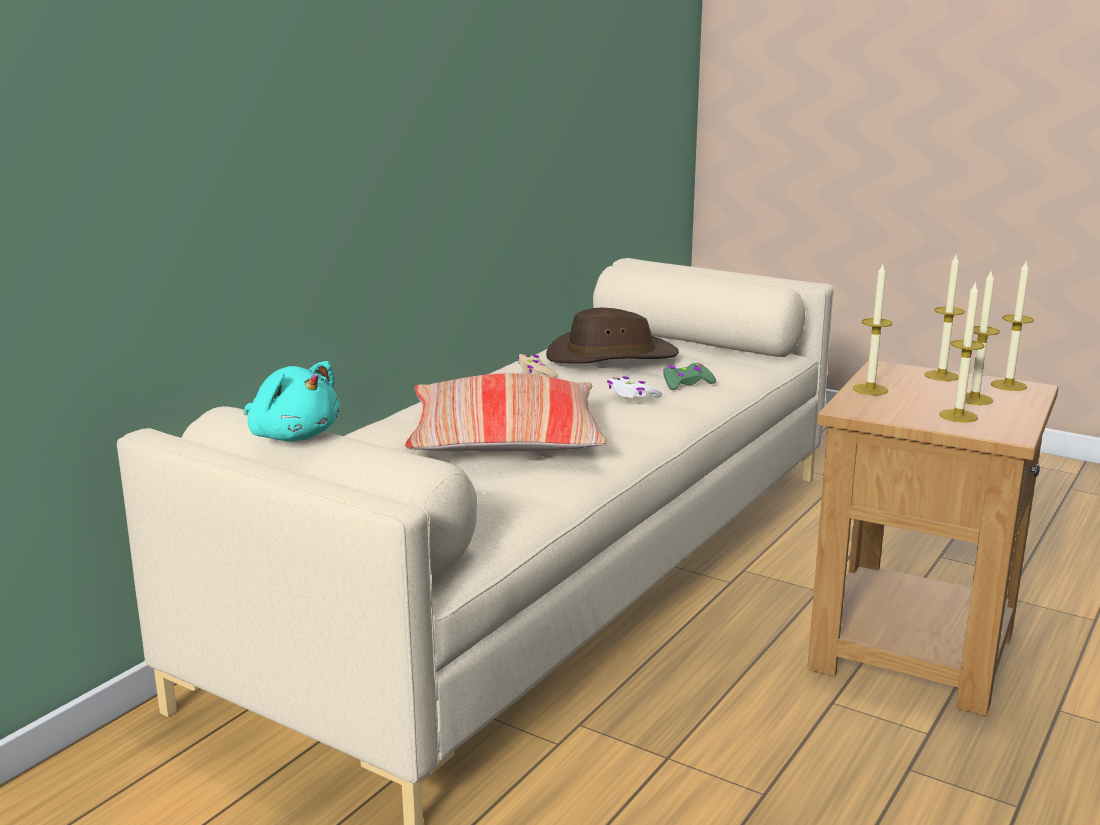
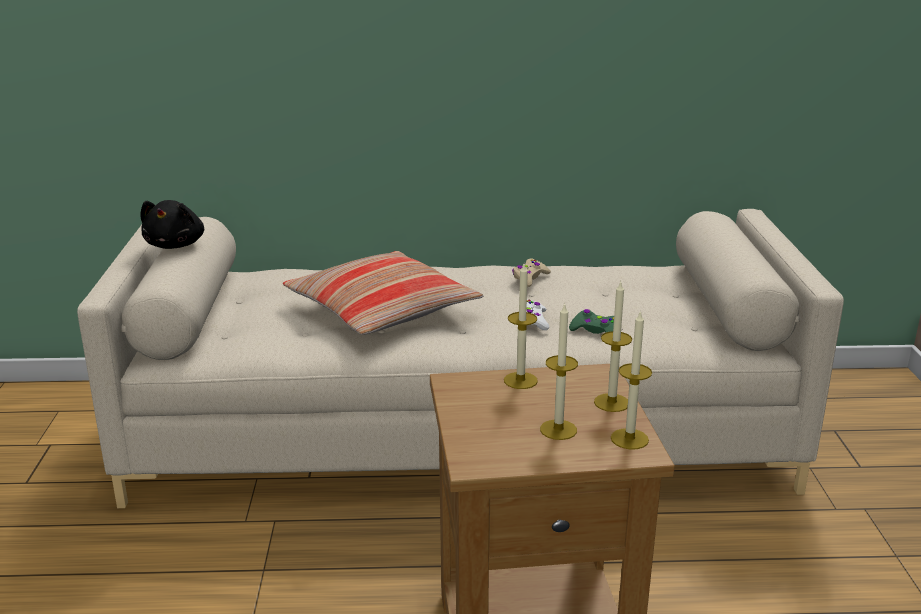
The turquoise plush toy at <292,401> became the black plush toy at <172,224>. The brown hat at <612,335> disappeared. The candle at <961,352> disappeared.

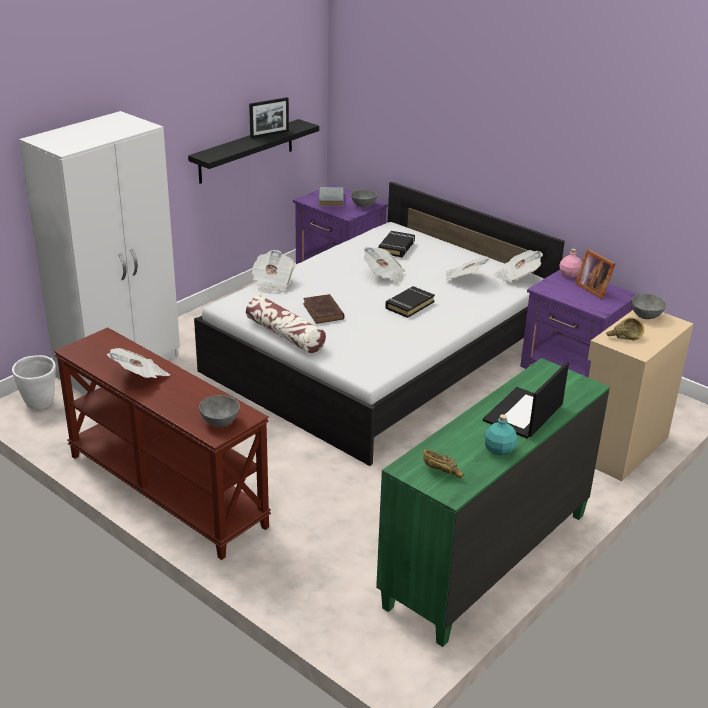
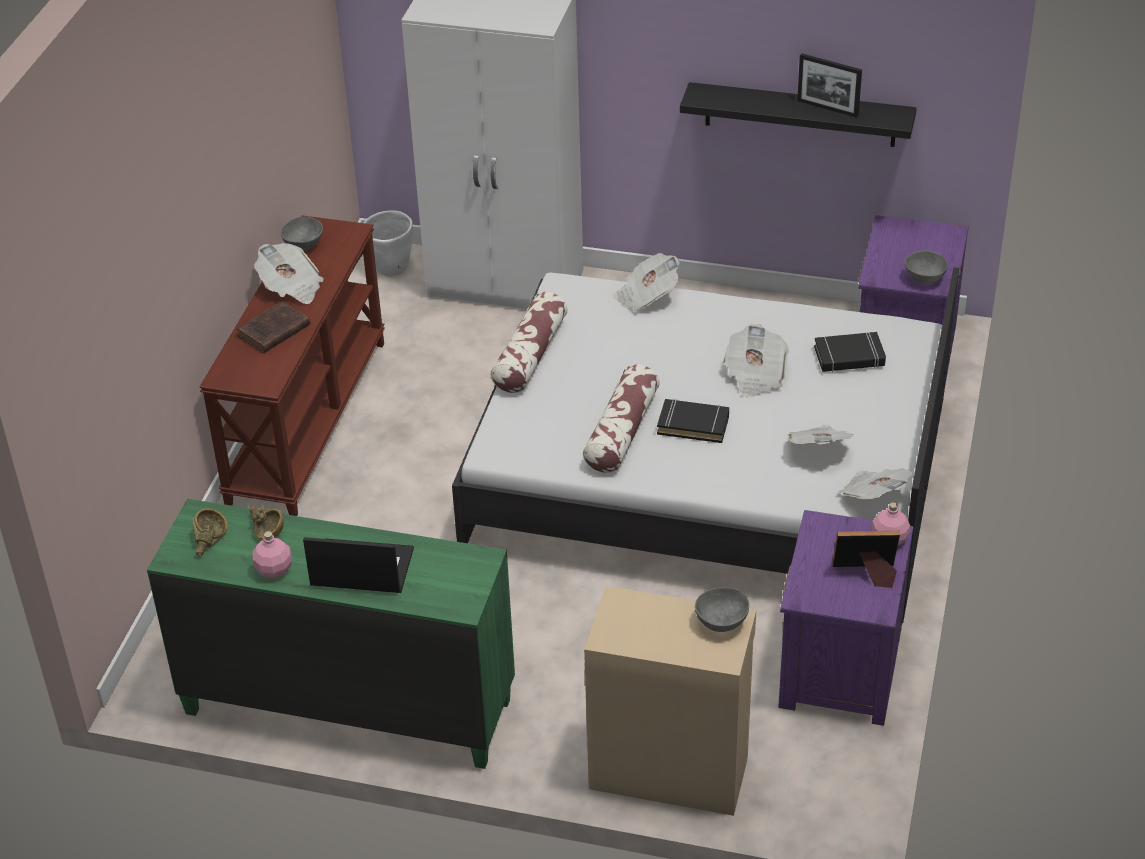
The brown book moved from <324,309> to <273,327>. The brown bowl moved from <625,328> to <267,523>. The turquoise bottle at <500,435> became the pink bottle at <272,554>. The grey bowl moved from <219,411> to <302,233>. The pillow at <621,418> appeared. The picture frame at <595,274> turned 60 degrees clockwise. The grey book at <331,196> disappeared.

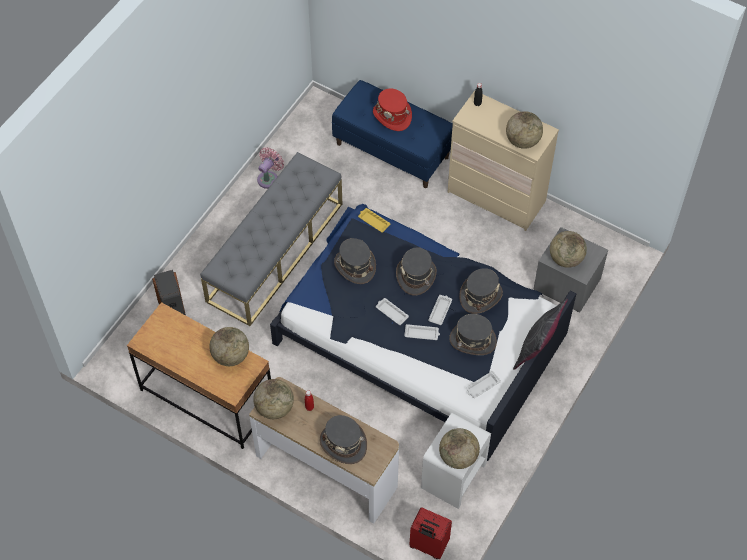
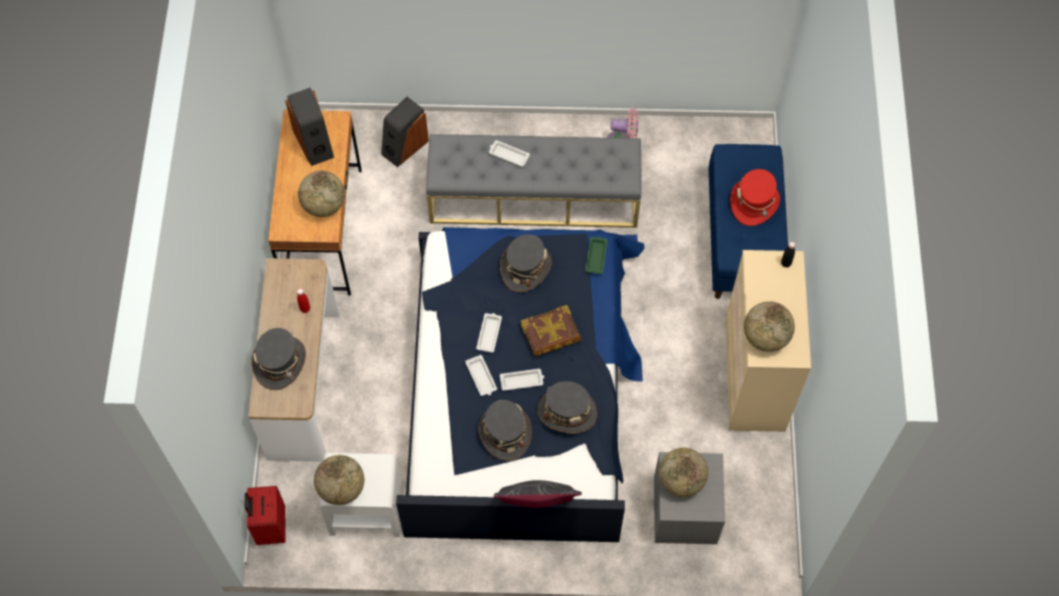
The speaker at <309,127> appeared. The white tray moved from <483,384> to <509,153>. The grey hat at <416,271> was replaced by the book at <551,330>. The yellow tray at <374,220> became the green tray at <596,255>. The globe at <273,399> disappeared.

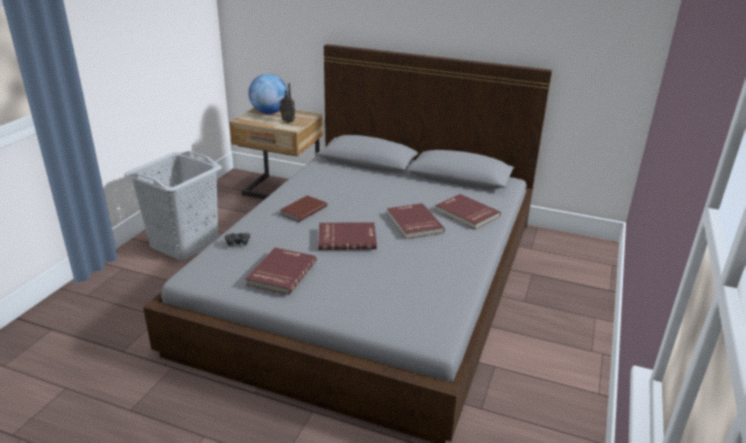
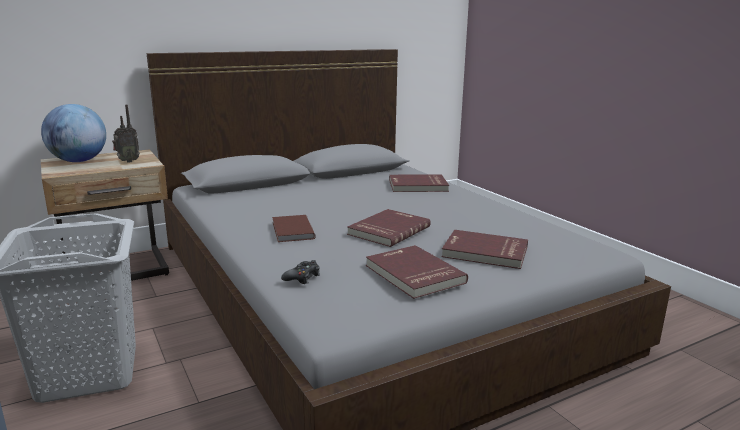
The red book moved from <416,221> to <484,249>.

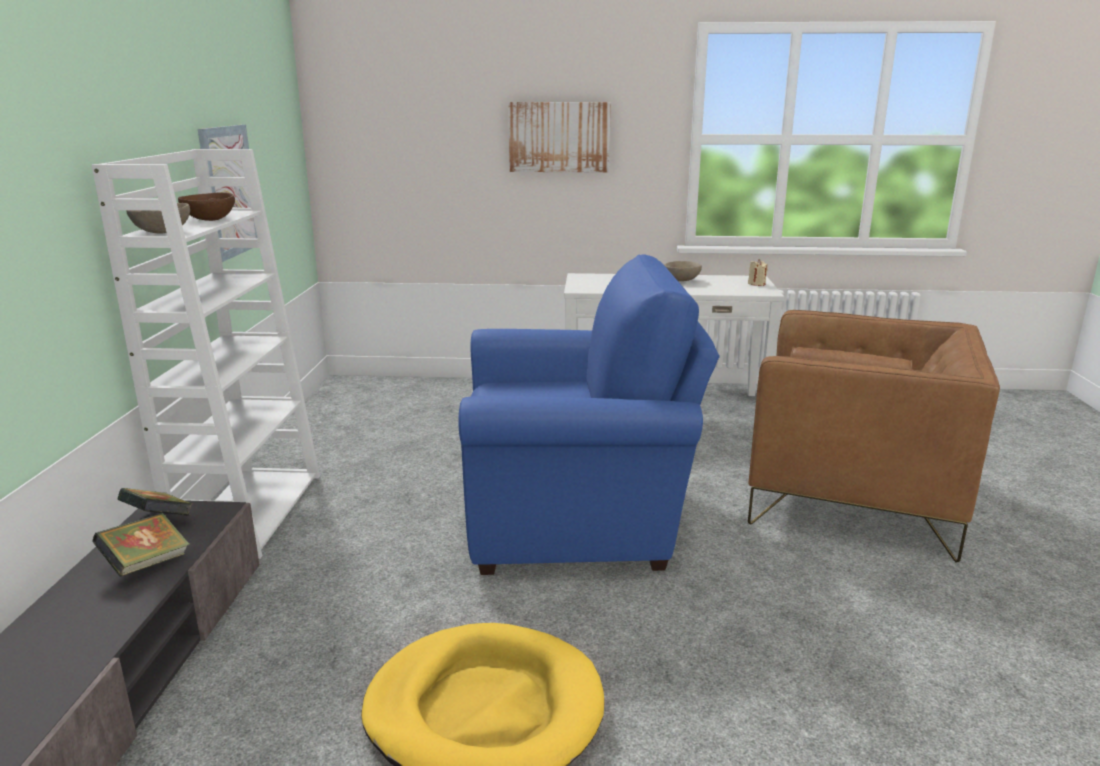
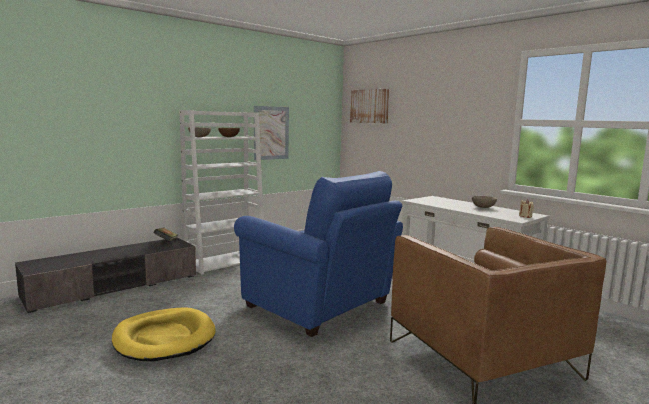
The picture moved from <560,137> to <369,106>. The book at <141,545> disappeared.

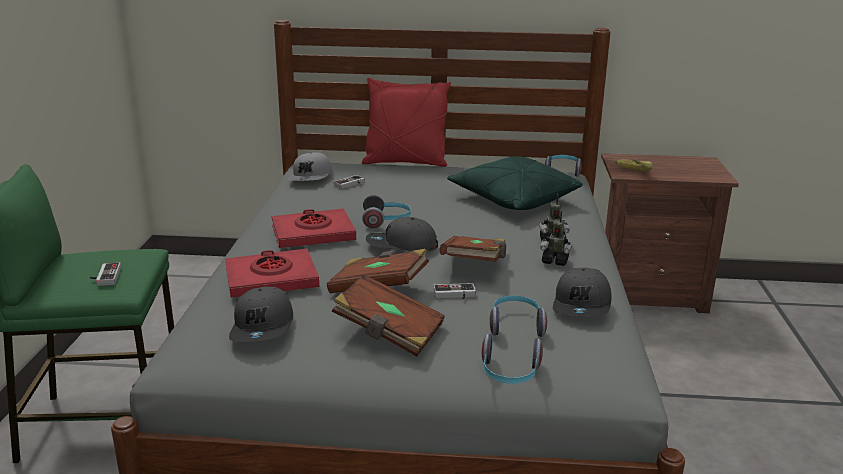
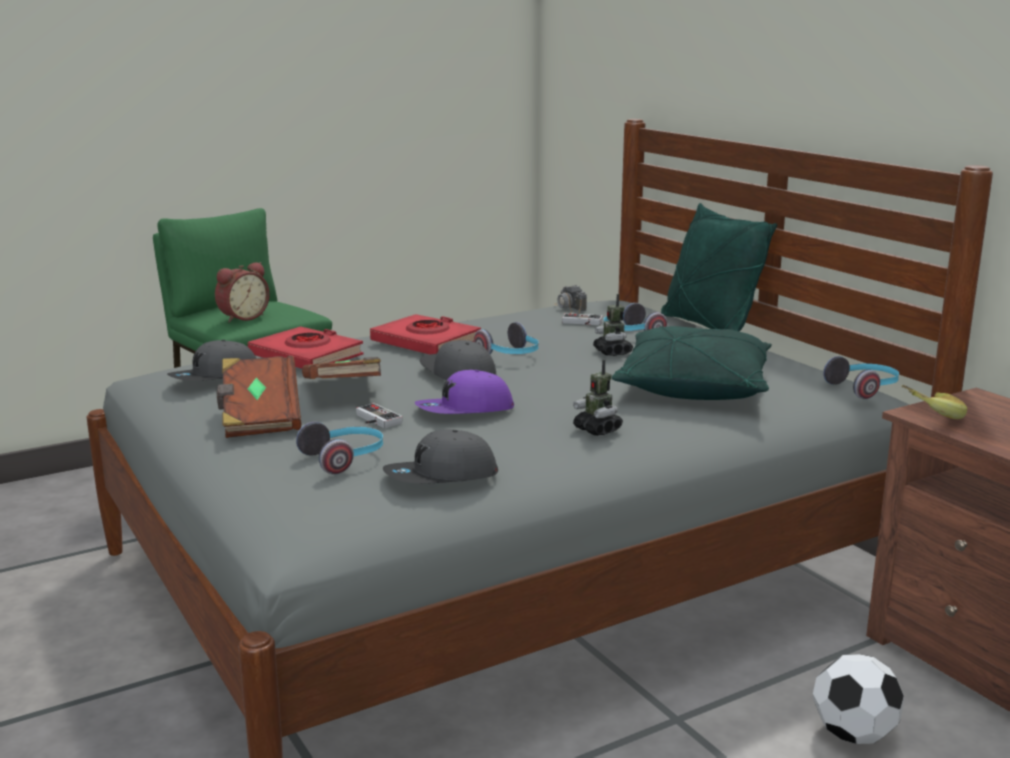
The game controller at <105,274> was replaced by the alarm clock at <242,292>. The brown book at <473,249> was replaced by the purple cap at <464,392>. The grey cap at <309,166> was replaced by the photo camera at <570,299>. The toy robot moved from <556,238> to <613,325>. The headphones moved from <512,358> to <635,317>. The red pillow at <406,122> became the green pillow at <719,267>. The football at <858,699> appeared.

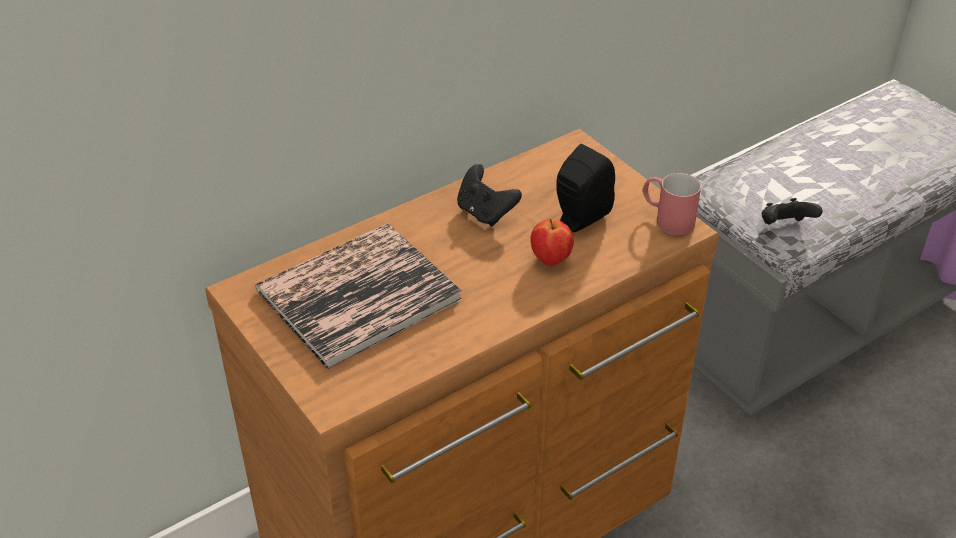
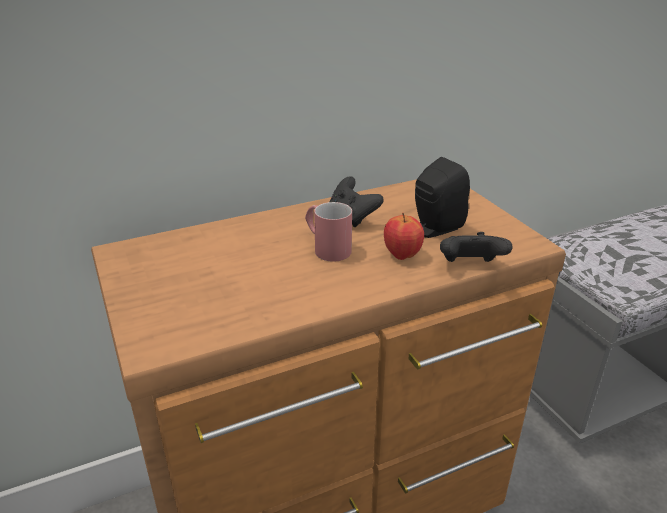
The red mug moved from <671,204> to <328,232>. The black game controller moved from <792,211> to <476,247>. The book at <359,296> disappeared.

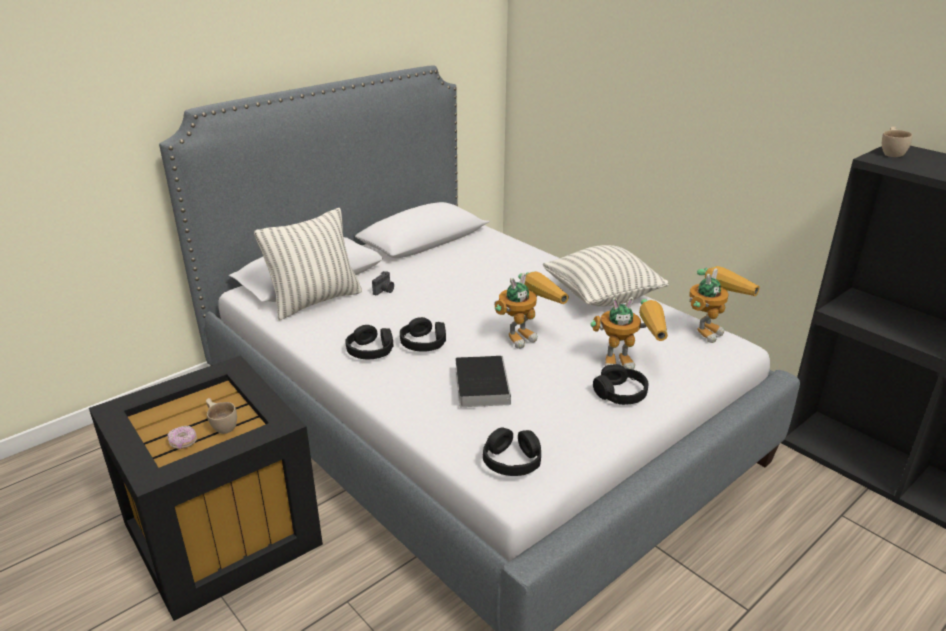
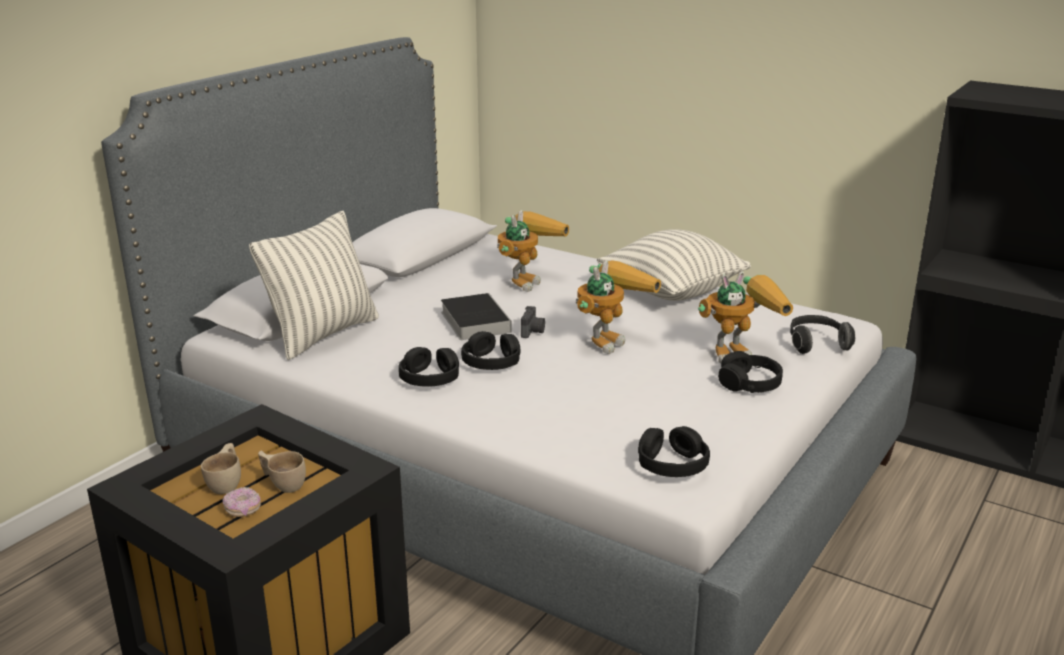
The beige cup moved from <897,141> to <221,468>. The book moved from <483,381> to <476,316>. The toy robot moved from <724,304> to <533,251>. The photo camera moved from <383,283> to <533,322>. The headphones at <822,334> appeared.

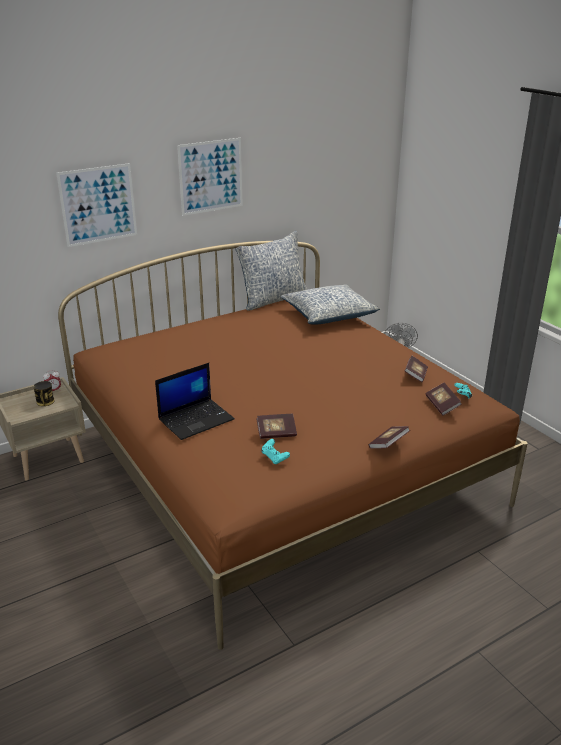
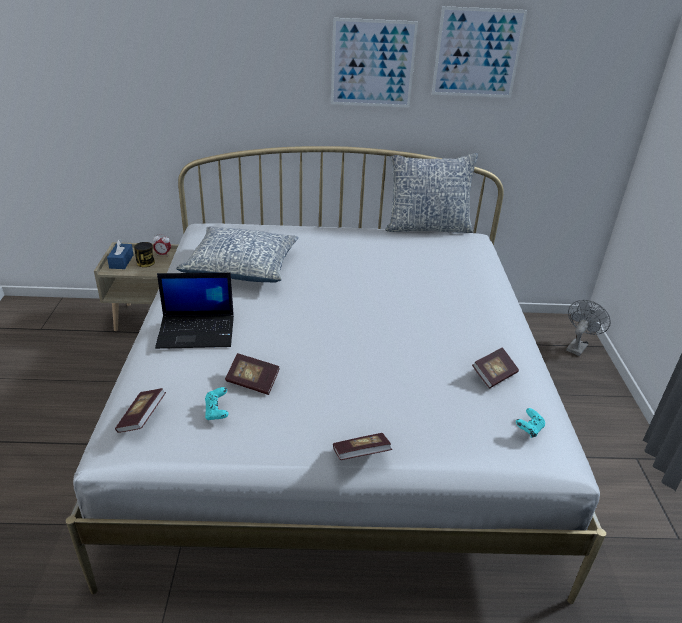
The brown bed at <293,445> became the white bed at <336,375>. The blue tissue box at <120,254> appeared. The book moved from <444,399> to <140,410>. The pillow moved from <330,304> to <237,254>. The picture moved from <96,205> to <480,52>.

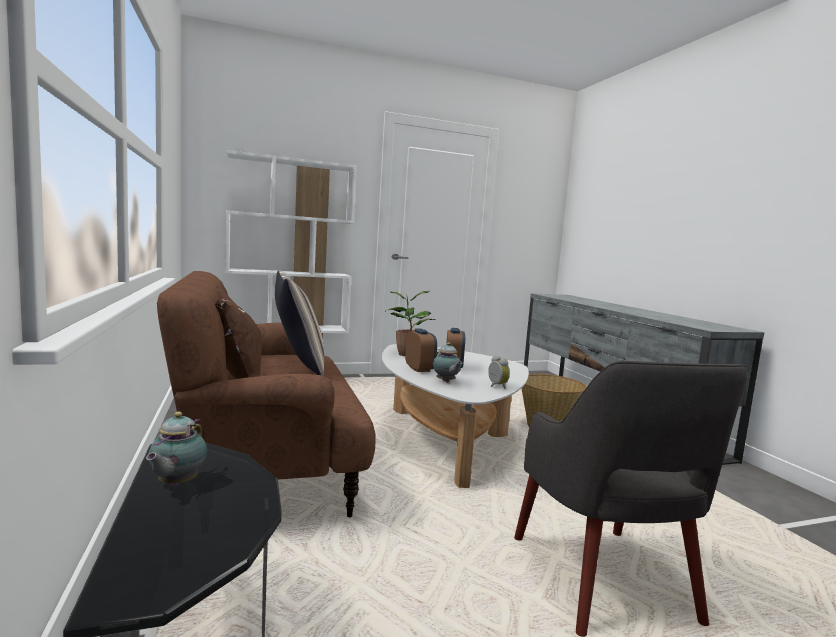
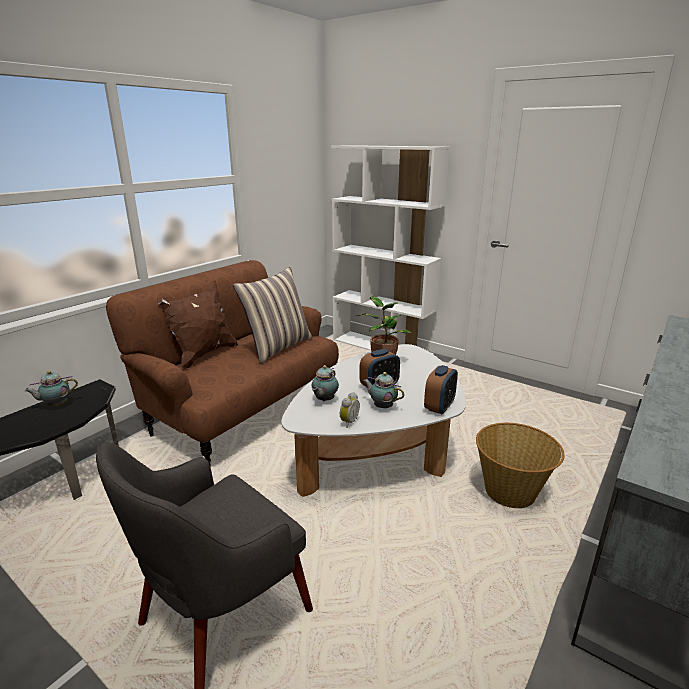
The teapot at <383,390> appeared. The alarm clock moved from <421,350> to <441,389>.

